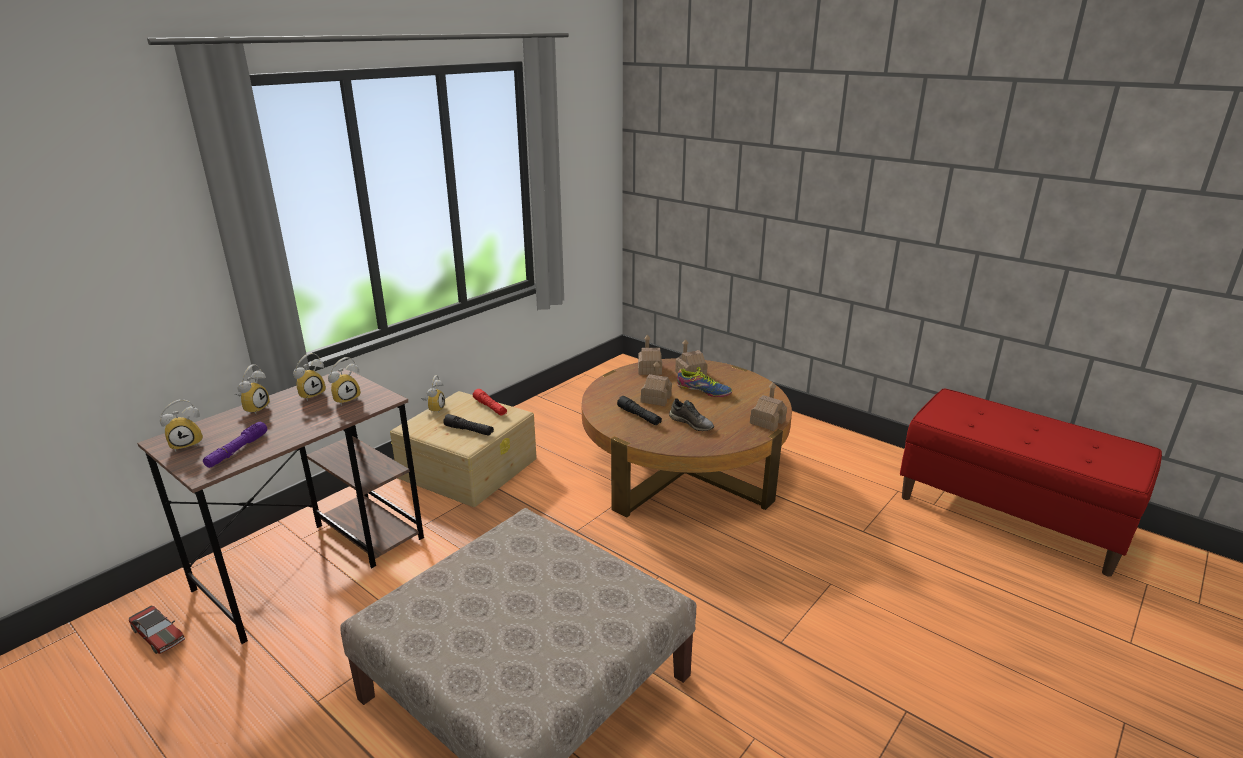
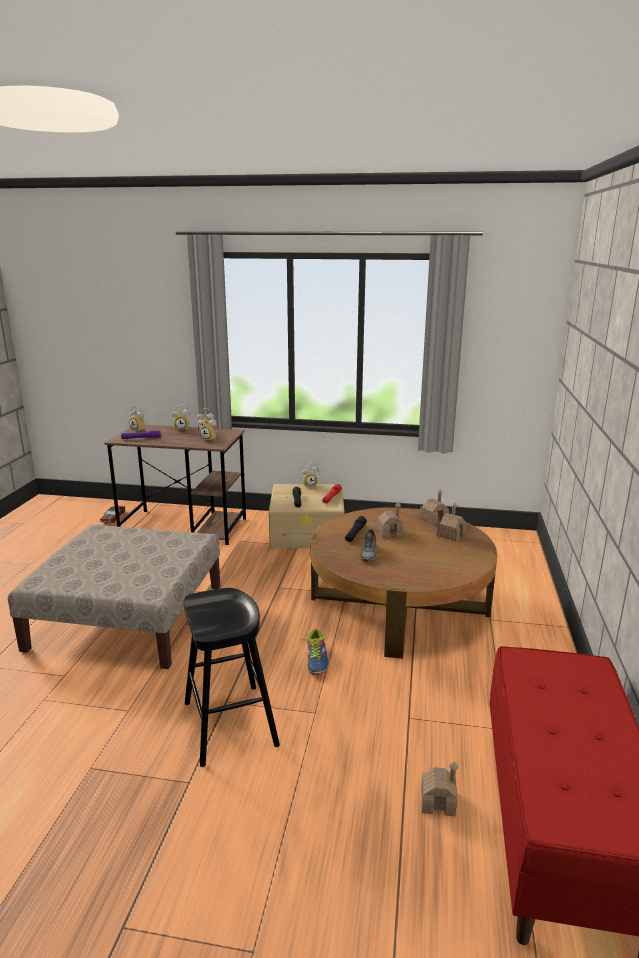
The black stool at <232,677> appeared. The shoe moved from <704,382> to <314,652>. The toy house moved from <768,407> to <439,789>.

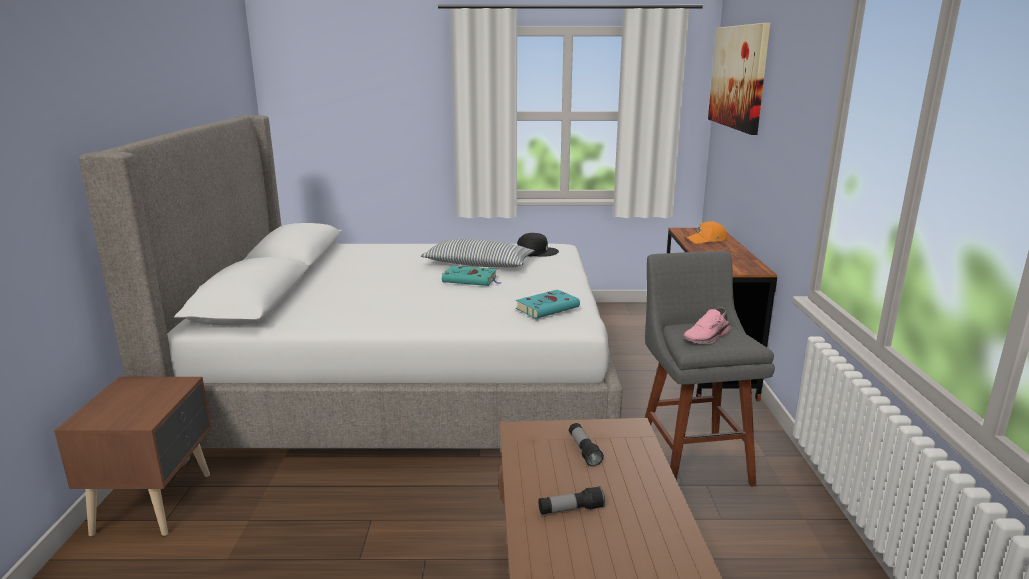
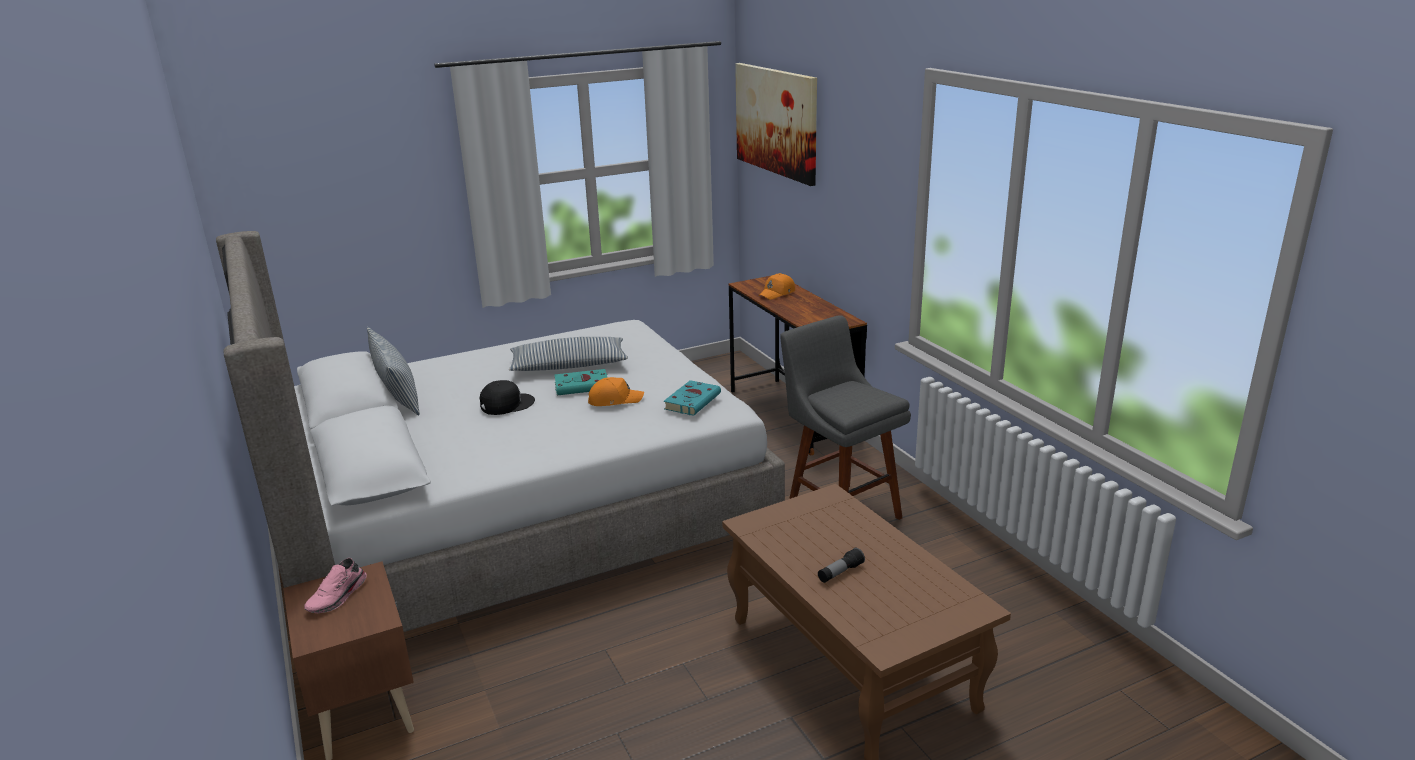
The pink shoe moved from <707,325> to <335,585>. The pillow at <393,371> appeared. The black cap moved from <538,245> to <507,397>. The orange cap at <616,391> appeared. The flashlight at <586,445> disappeared.

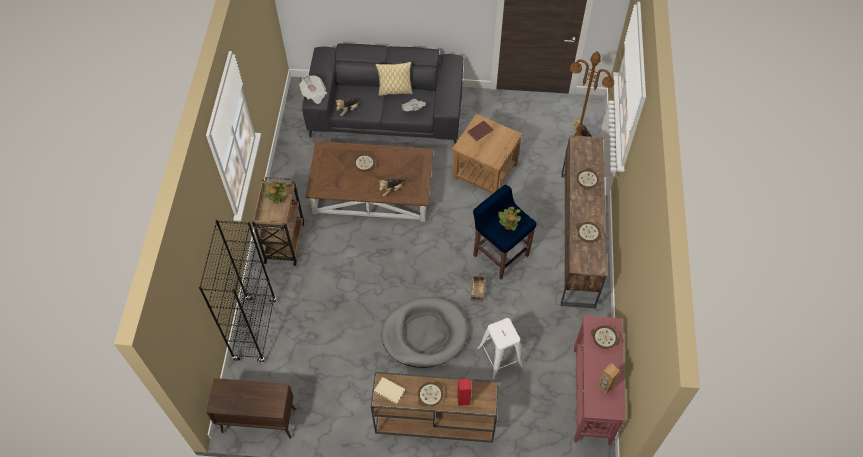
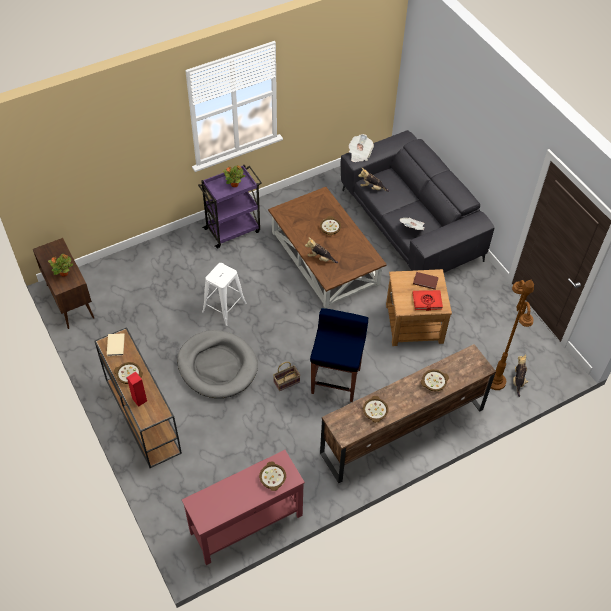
The potted plant moved from <509,219> to <60,265>. The brown cart at <278,221> became the purple cart at <230,207>. The white stool moved from <500,348> to <224,294>. The red book at <428,300> appeared. The black bookcase at <237,291> disappeared. The pillow at <394,79> disappeared. The brown speaker at <608,378> disappeared.

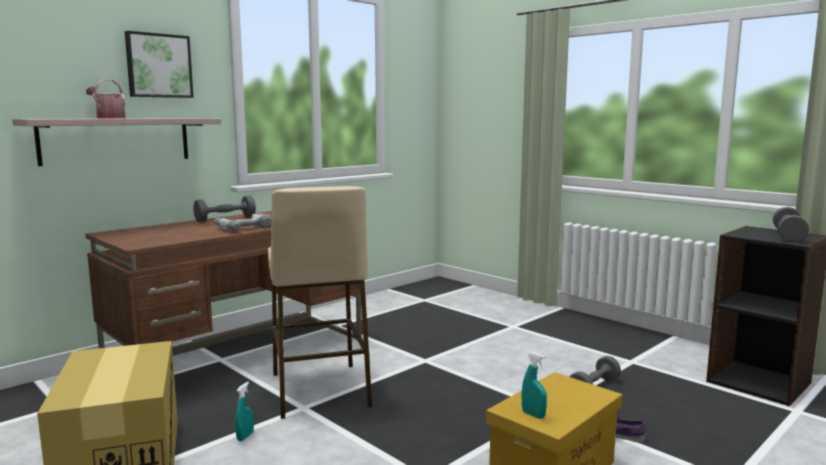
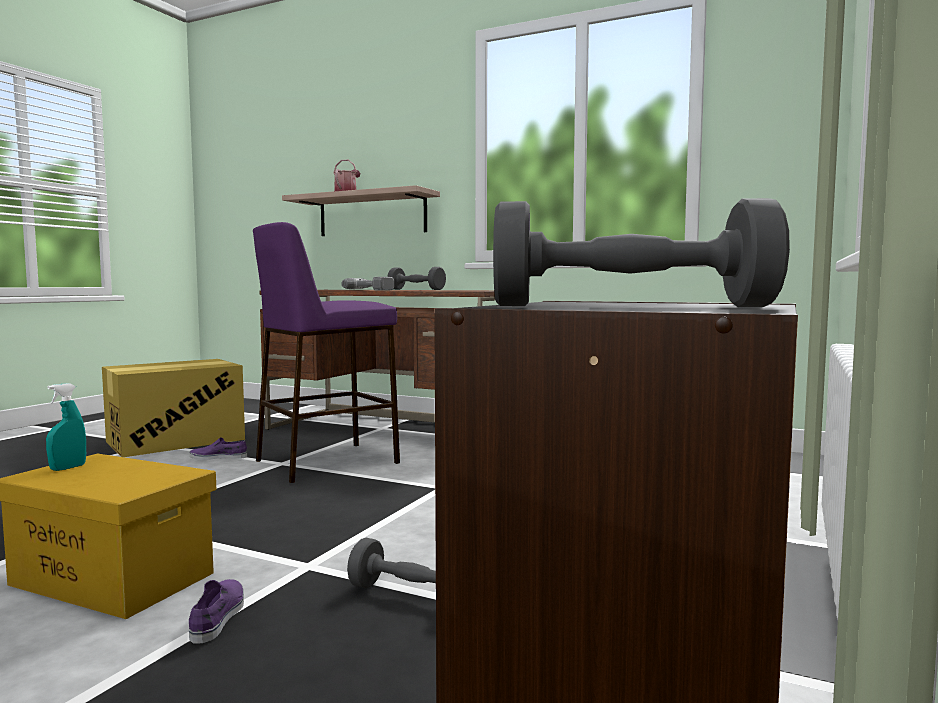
The turquoise spray bottle at <244,411> was replaced by the purple shoe at <218,448>. The beige stool at <320,302> became the purple stool at <326,352>. The picture at <159,64> disappeared.

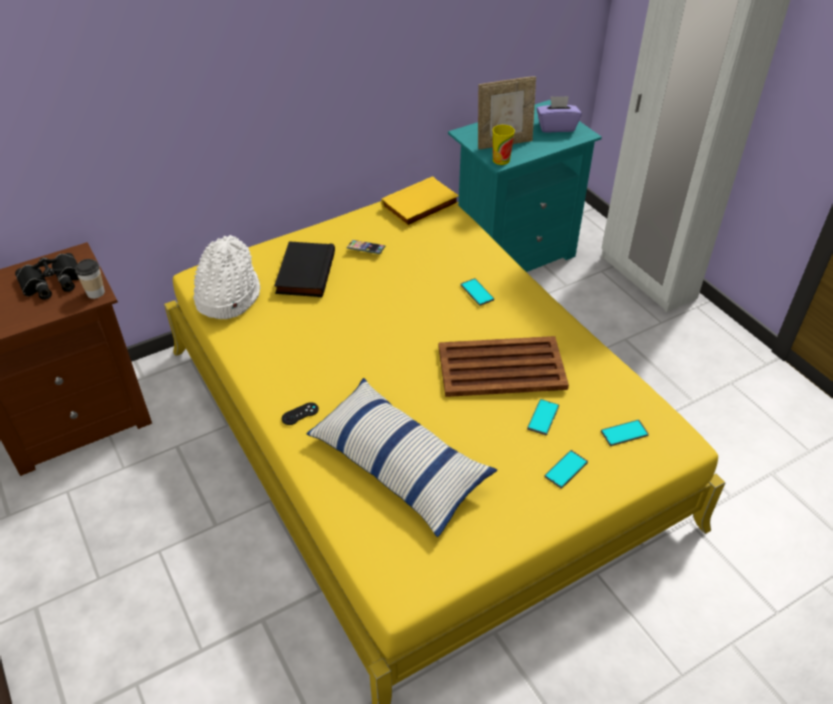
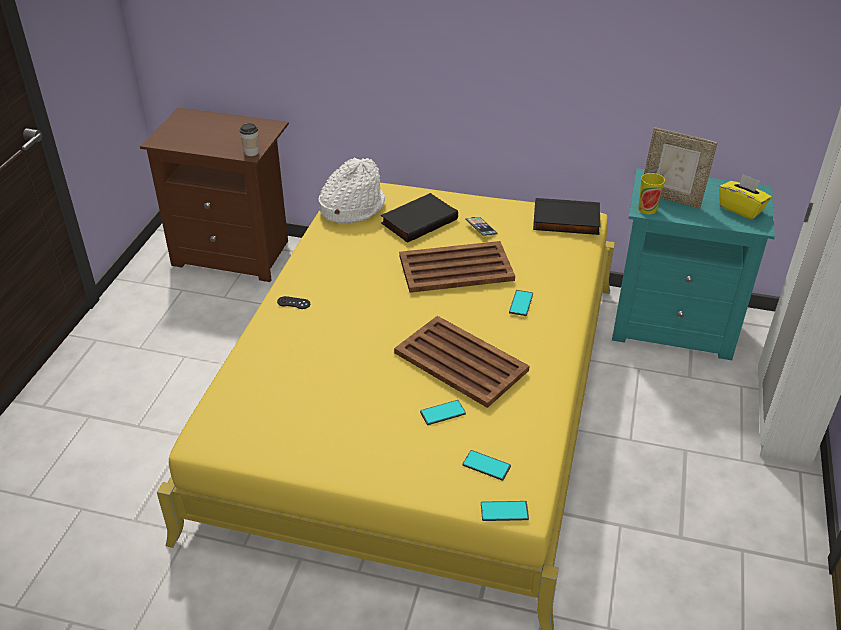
The brown tray at <457,267> appeared. The phone moved from <566,469> to <505,511>. The yellow book at <420,201> became the black book at <566,216>. The purple tissue box at <559,114> became the yellow tissue box at <745,196>. The black binoculars at <47,276> disappeared. The pillow at <401,457> disappeared.

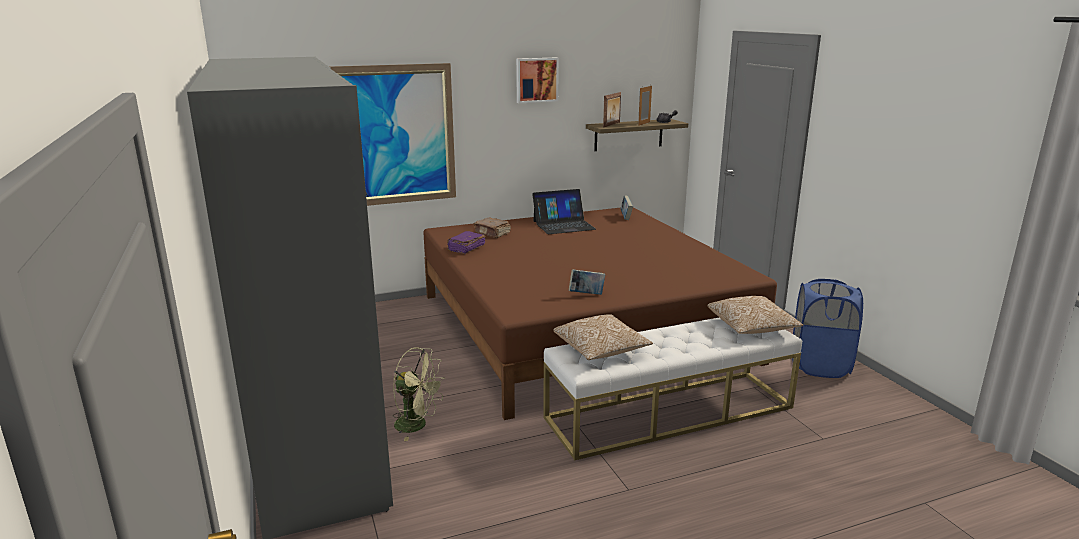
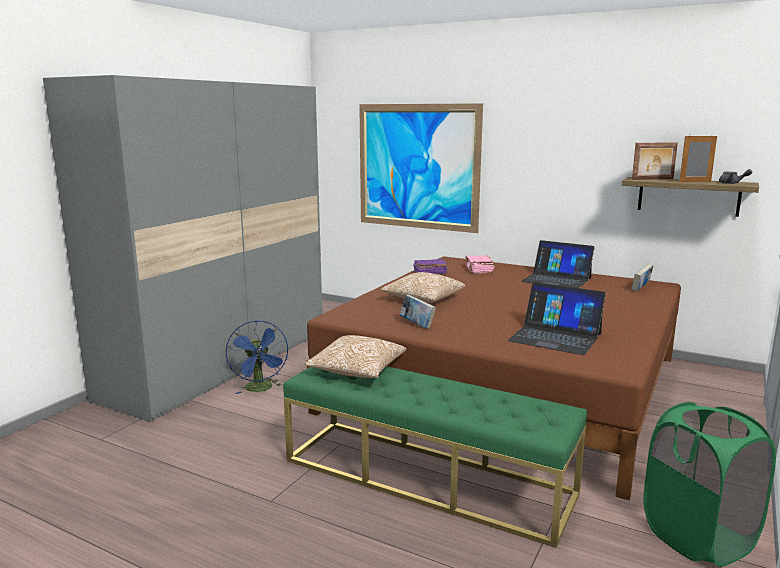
The green fan at <419,394> became the blue fan at <257,357>. The white bench at <673,389> became the green bench at <435,457>. The pillow moved from <755,315> to <423,287>. The brown book at <492,228> became the pink book at <480,264>. The laptop at <557,318> appeared. The blue laundry basket at <827,328> became the green laundry basket at <709,484>. The picture at <537,80> disappeared.

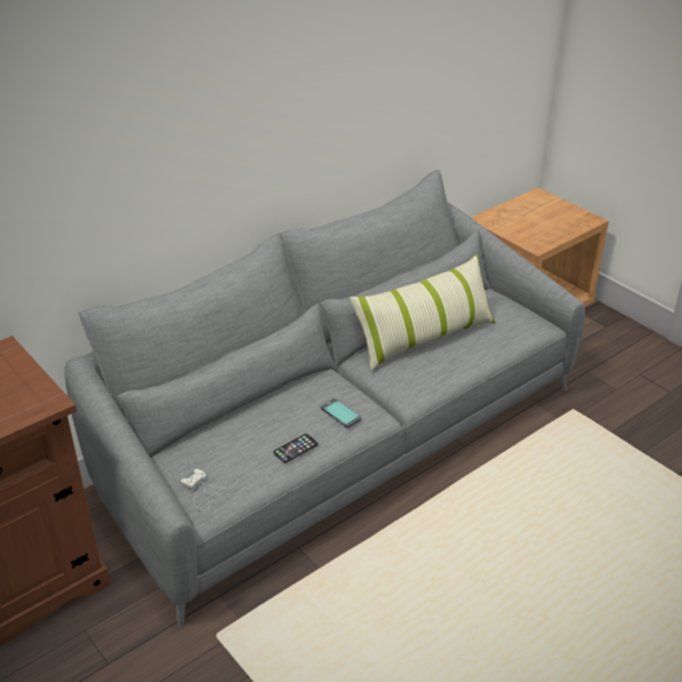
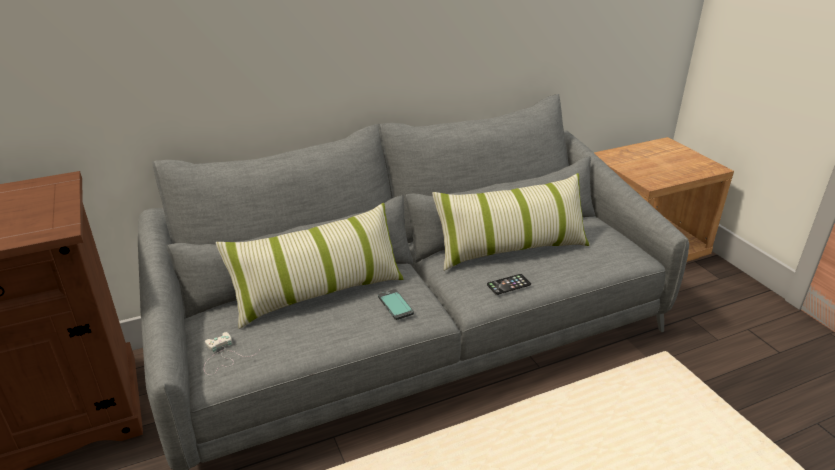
The pillow at <309,266> appeared. The phone moved from <295,448> to <509,284>.

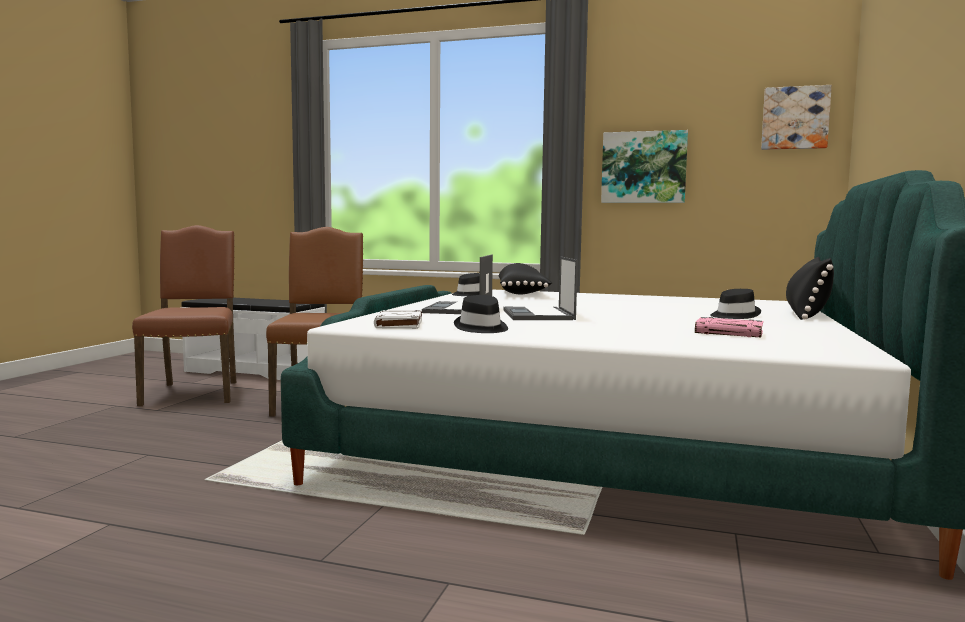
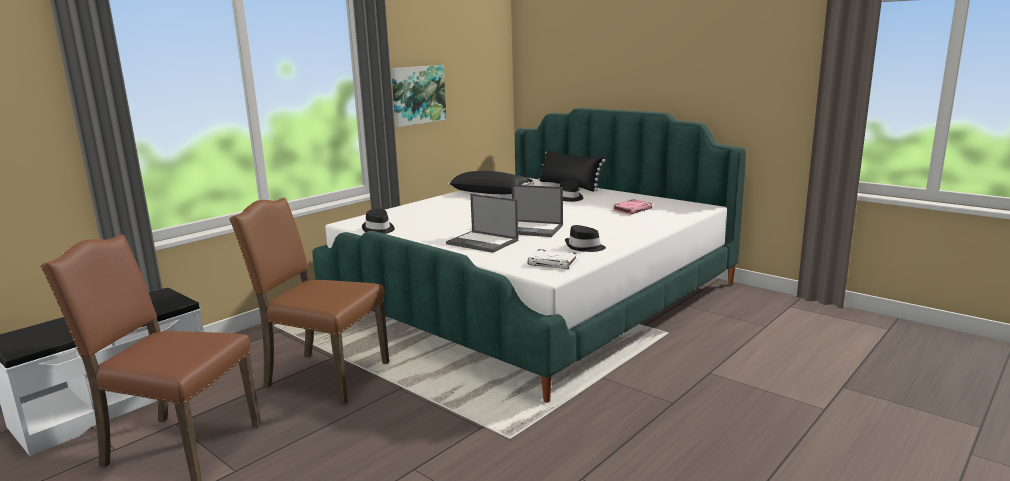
The black pillow moved from <525,278> to <491,182>. The picture at <796,117> disappeared.

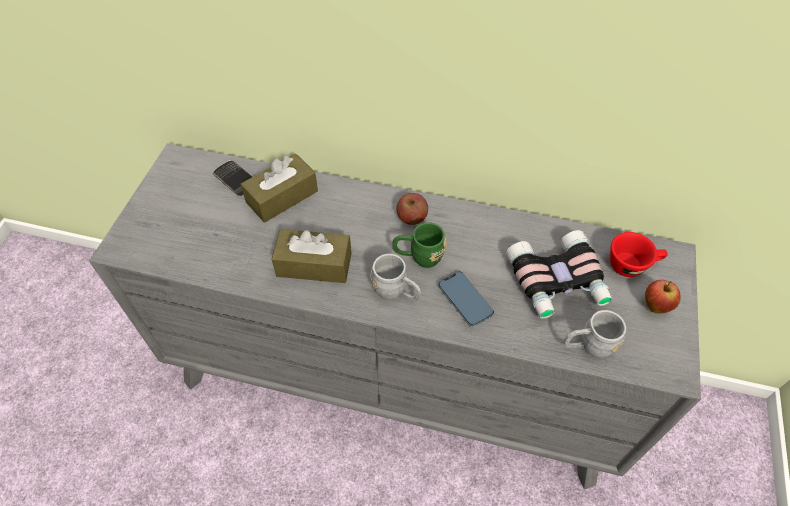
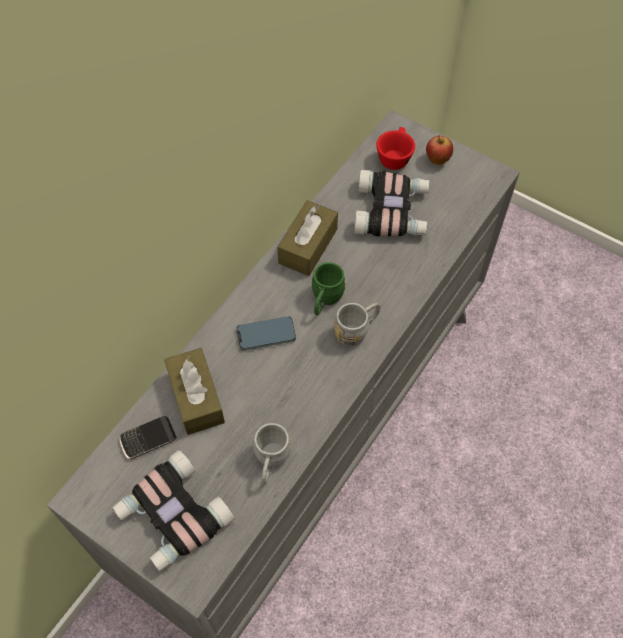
The binoculars at <173,511> appeared. The phone moved from <466,299> to <266,333>. The grey mug moved from <595,334> to <272,454>. The brown tissue box moved from <312,256> to <307,238>. The apple at <412,209> disappeared.

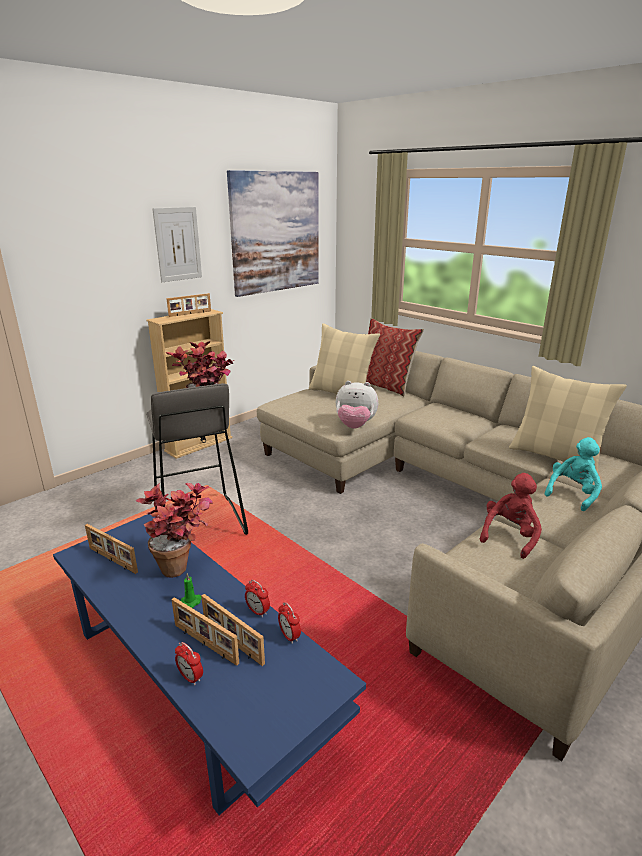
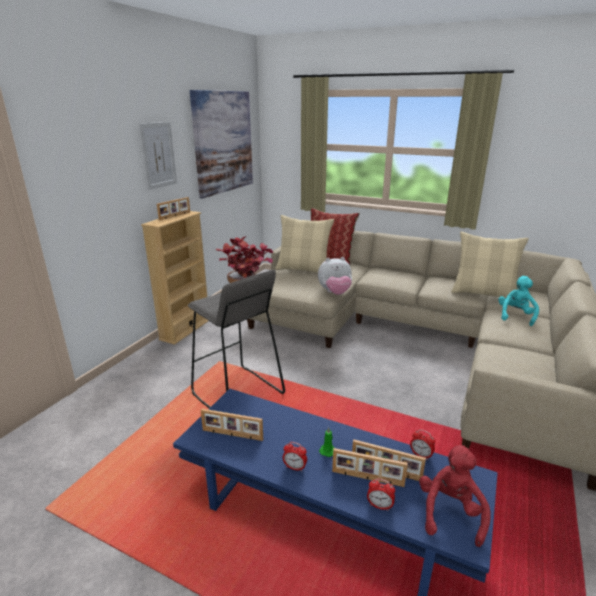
The alarm clock moved from <257,599> to <295,457>. The red plush toy moved from <511,516> to <455,496>. The potted plant at <174,530> disappeared.

